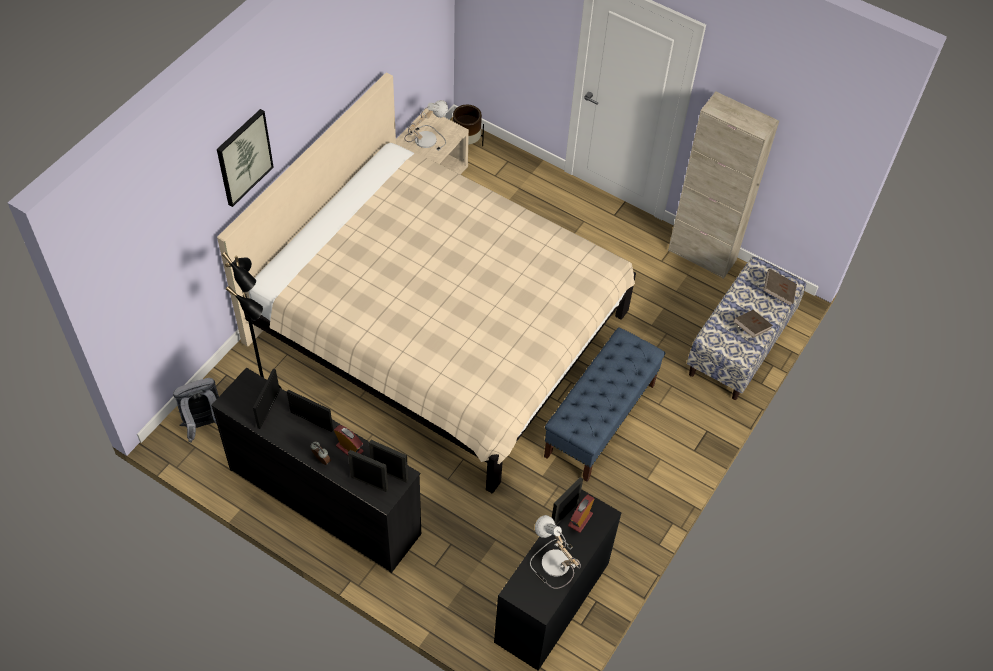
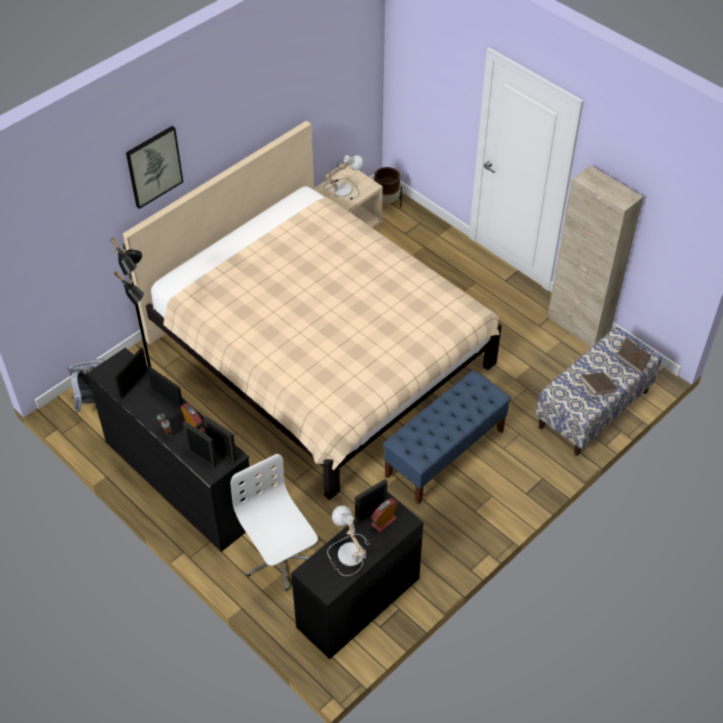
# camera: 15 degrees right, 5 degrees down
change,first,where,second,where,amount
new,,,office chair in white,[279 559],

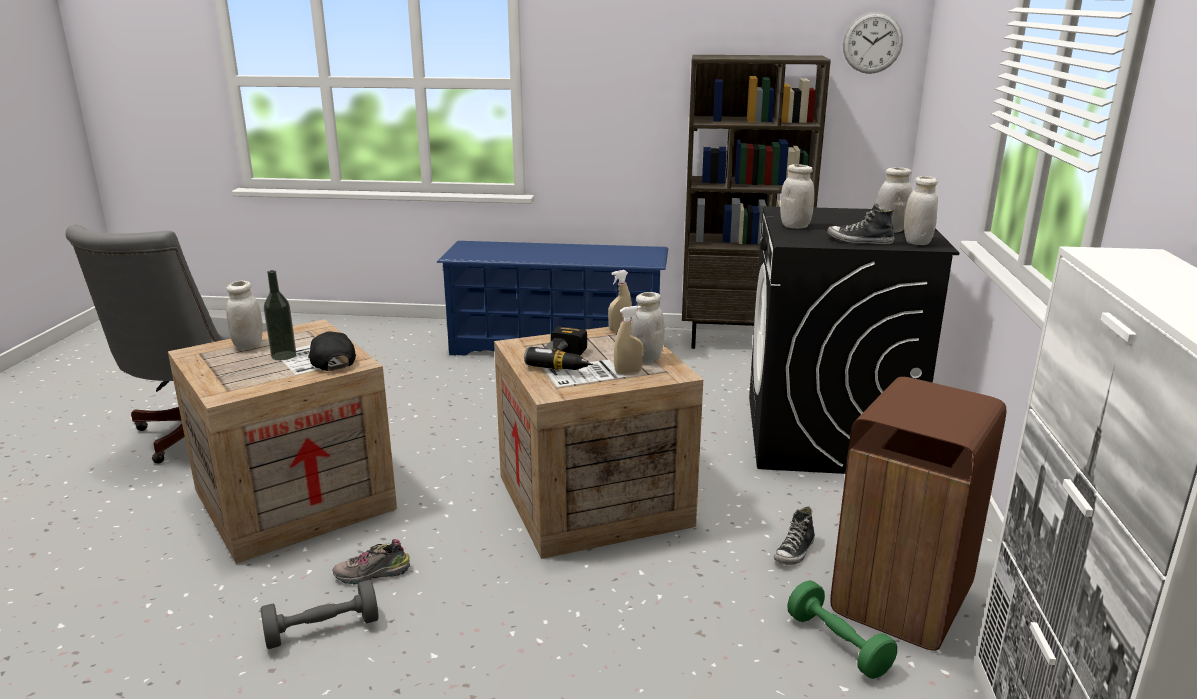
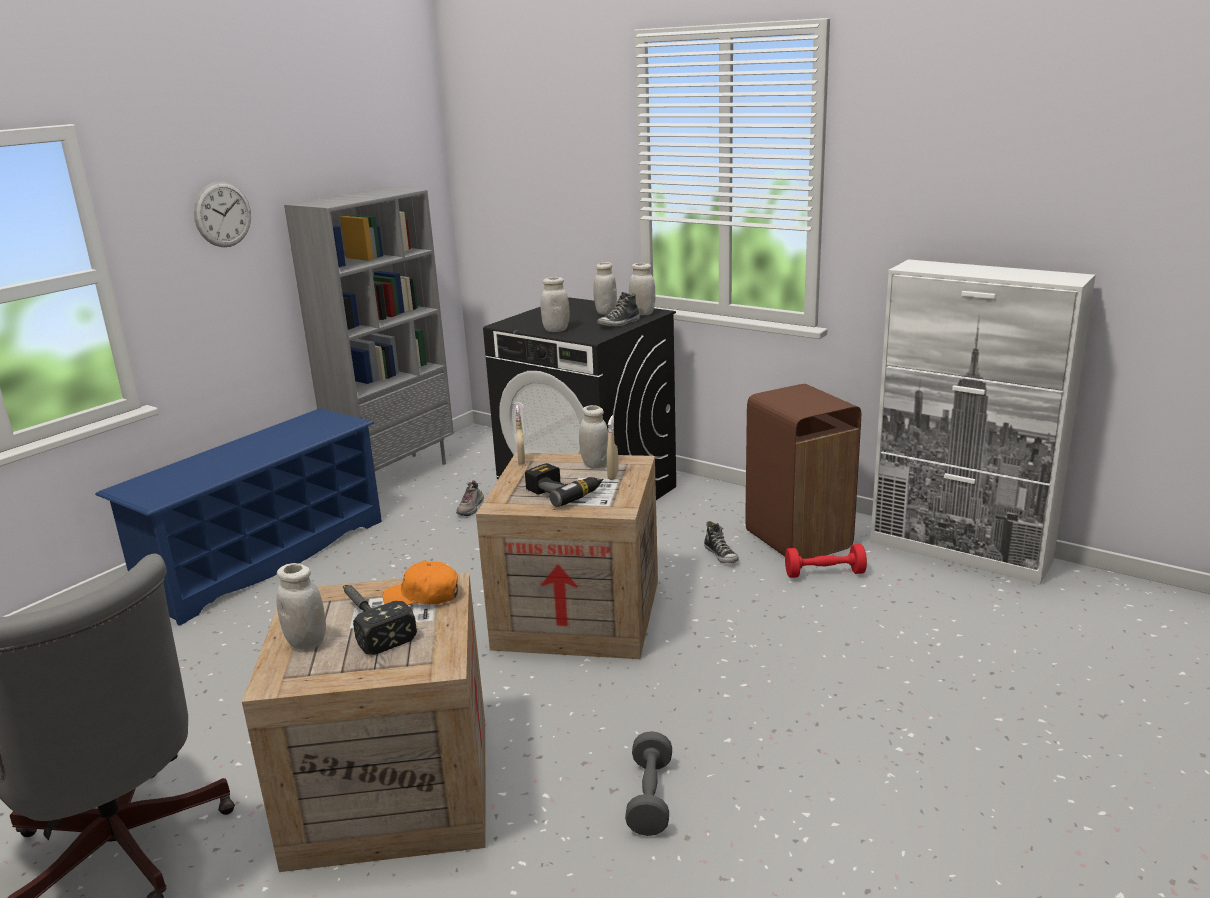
# camera: 60 degrees left, 0 degrees up
change,first,where,second,where,amount
shifted,wall clock,[872 43],,[222 214],
repainted,bookcase in brown,[741 341],bookcase in grey,[395 475],
swapped,bottle,[284 355],hammer,[369 622],
repainted,cap in black,[331 361],cap in orange,[423 596],
shifted,shoe,[372 575],,[471 508],
repainted,dumbbell in green,[838 644],dumbbell in red,[824 573],

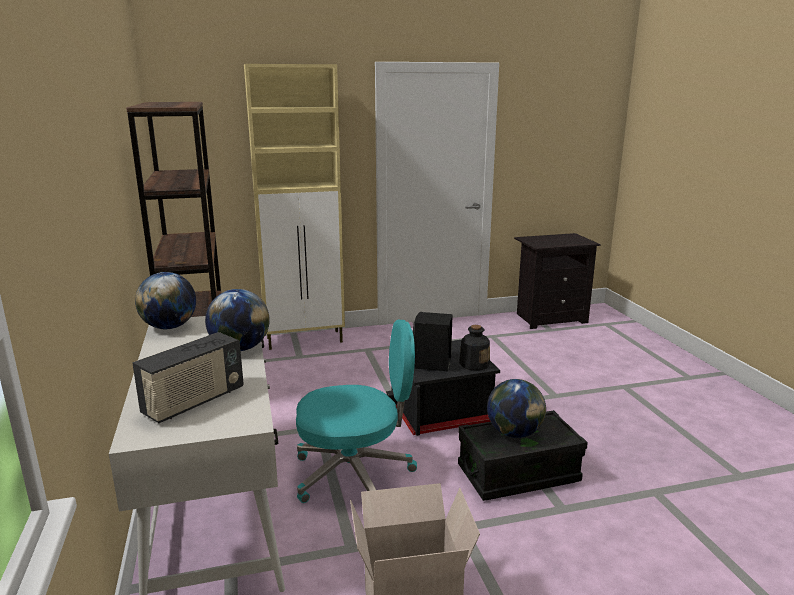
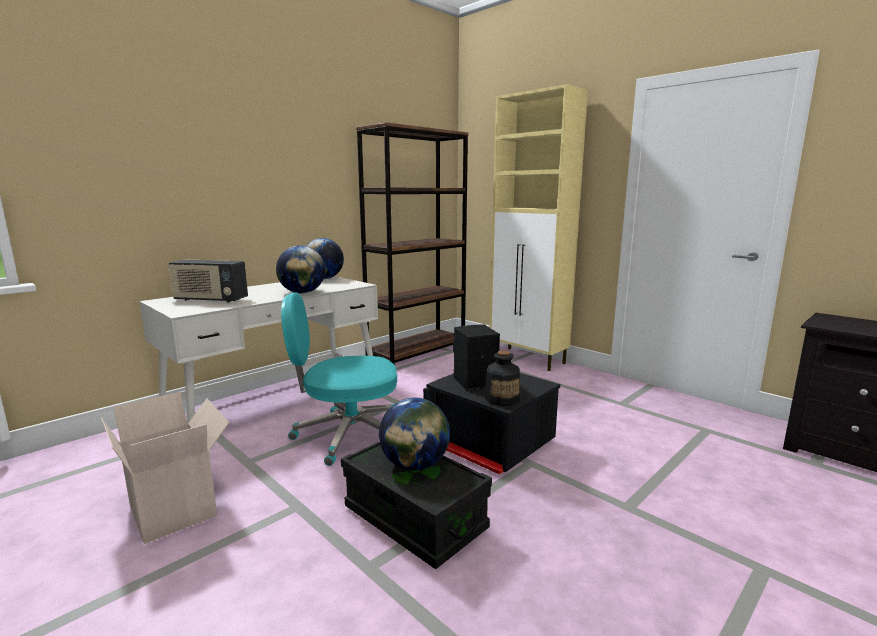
# camera: 60 degrees right, 5 degrees down
change,first,where,second,where,amount
rotated,office chair in turquoise,[355 473],,[347 435],120 degrees clockwise

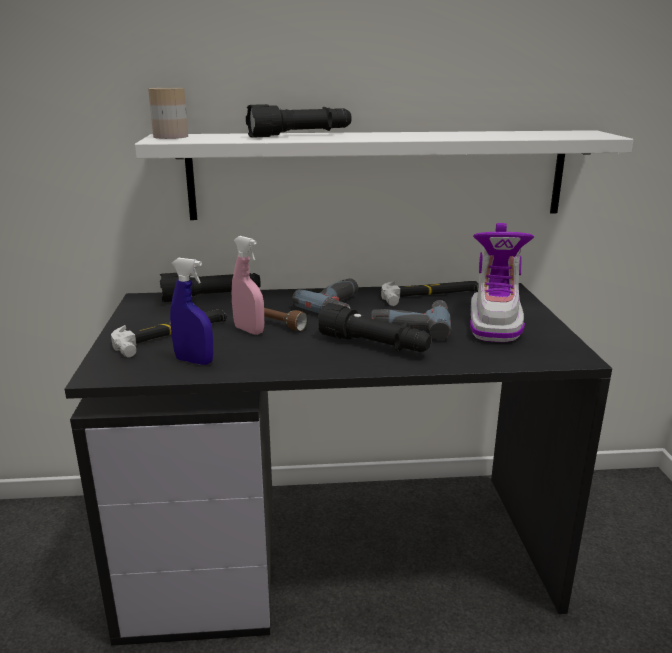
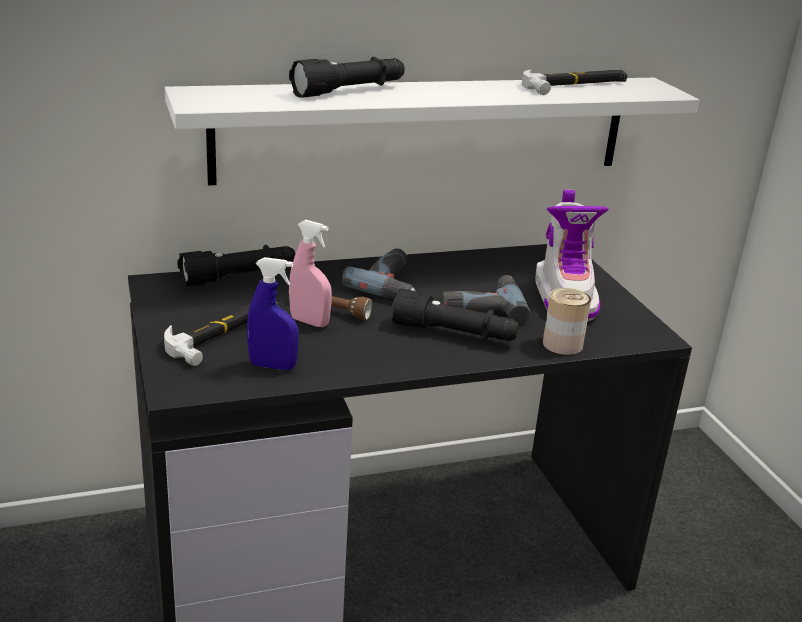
# camera: 15 degrees left, 5 degrees up
change,first,where,second,where,amount
shifted,can,[170 136],,[562 344],
shifted,hammer,[430 295],,[575 85],

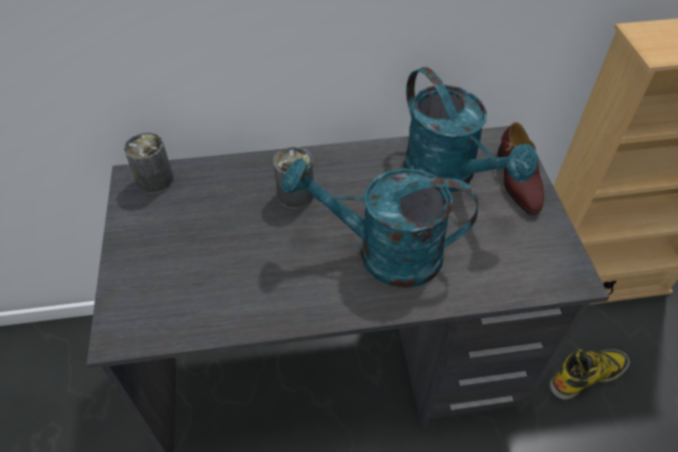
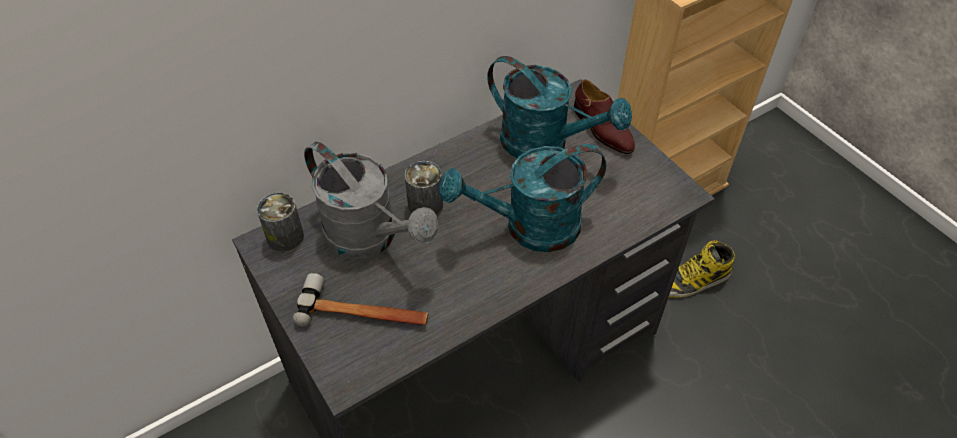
# camera: 25 degrees left, 0 degrees up
change,first,where,second,where,amount
rotated,boot,[587 375],,[692 281],150 degrees counterclockwise
new,,,watering can in grey,[371 238],
new,,,hammer,[364 312],

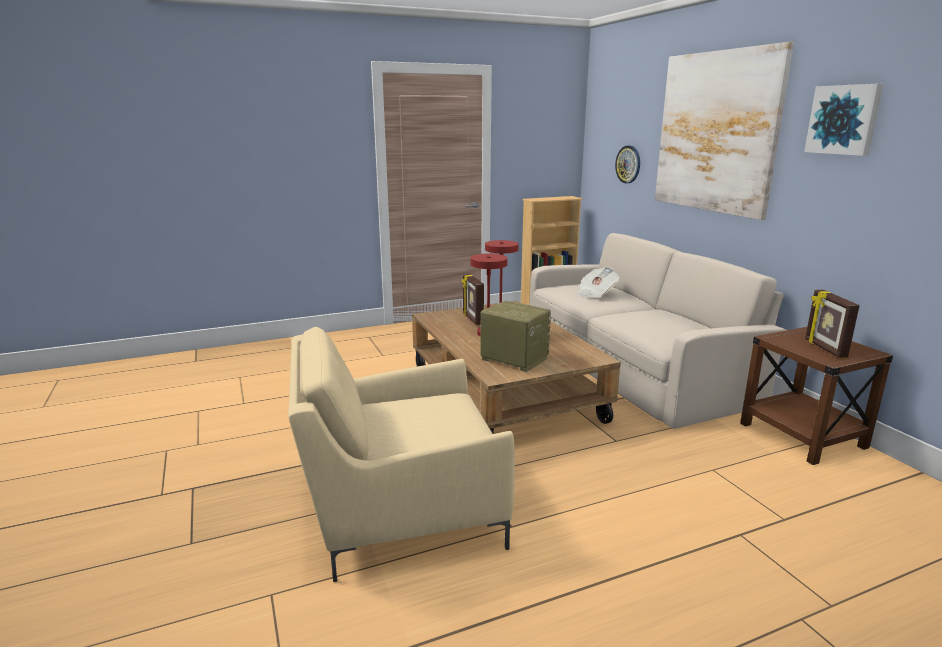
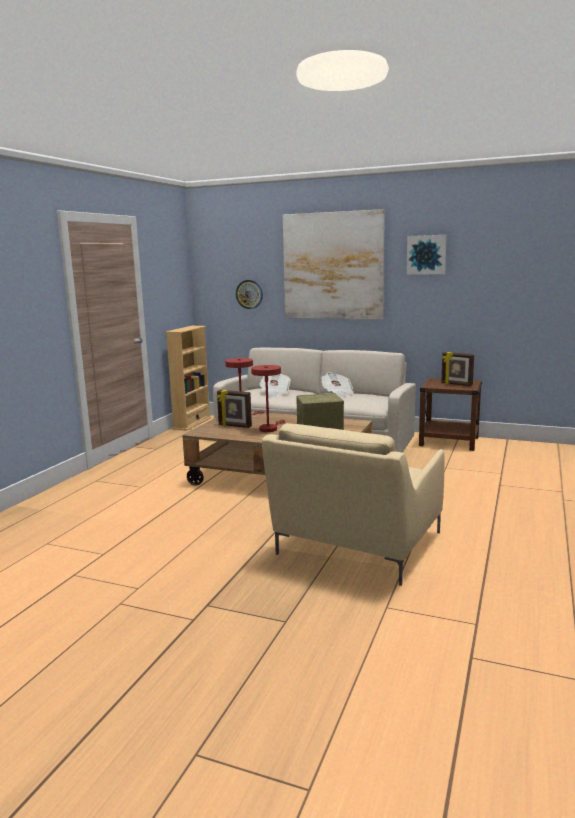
# camera: 45 degrees left, 5 degrees down
change,first,where,second,where,amount
new,,,newspaper,[337 393],

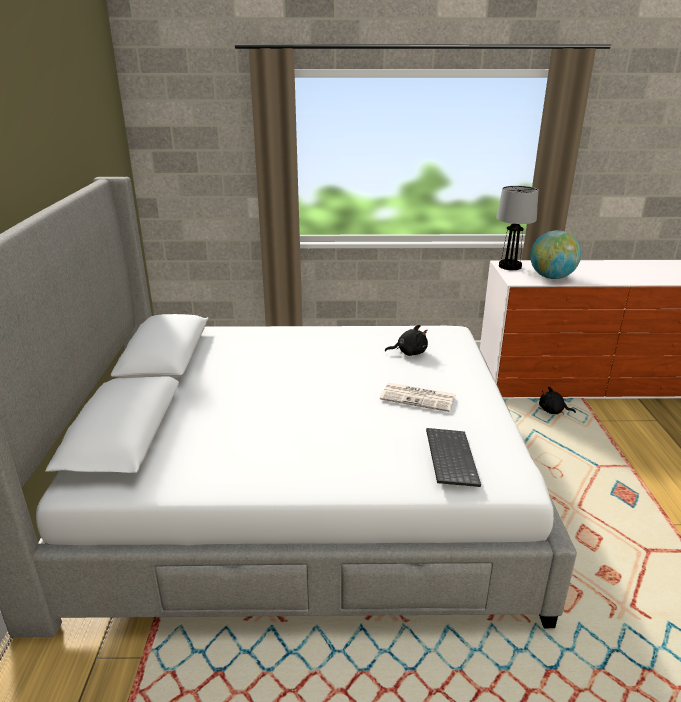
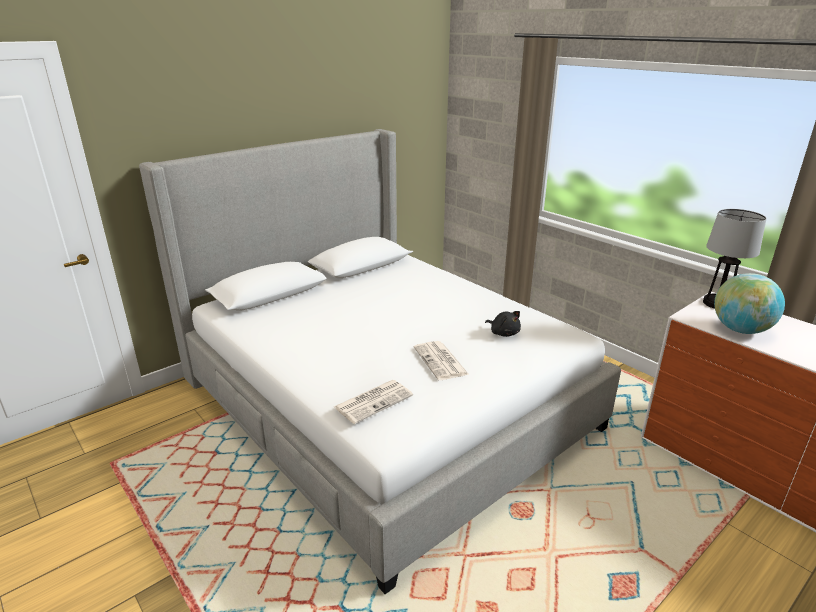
# camera: 50 degrees right, 0 degrees up
change,first,where,second,where,amount
gone,plush toy in black,[553 411],,,
swapped,keyboard,[449 457],newspaper,[374 401],

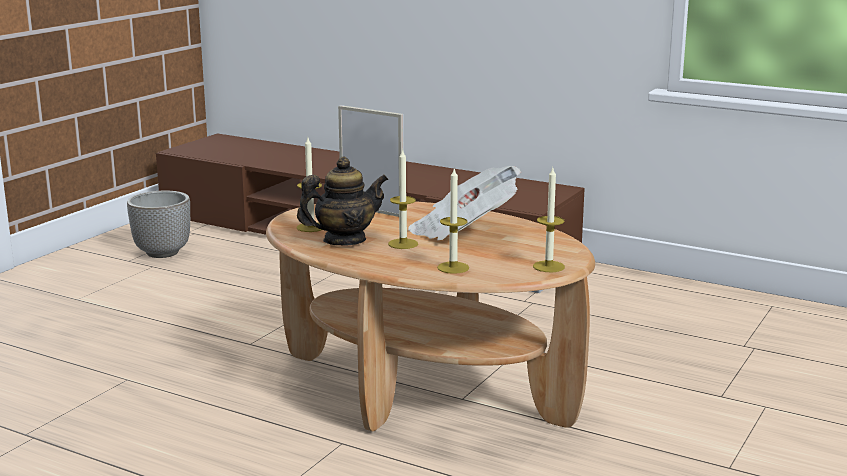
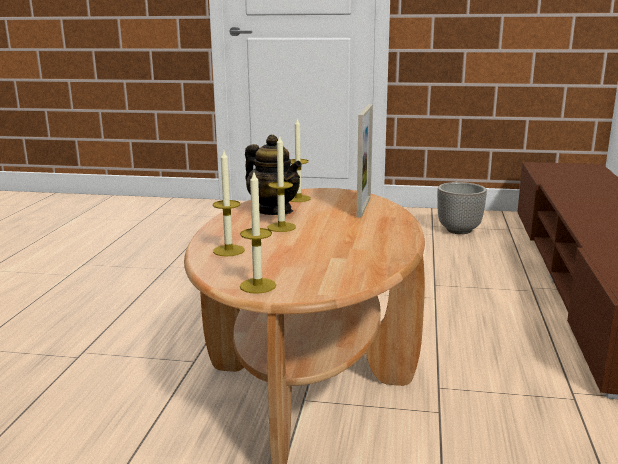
# camera: 70 degrees right, 0 degrees up
change,first,where,second,where,amount
gone,newspaper,[463 231],,,

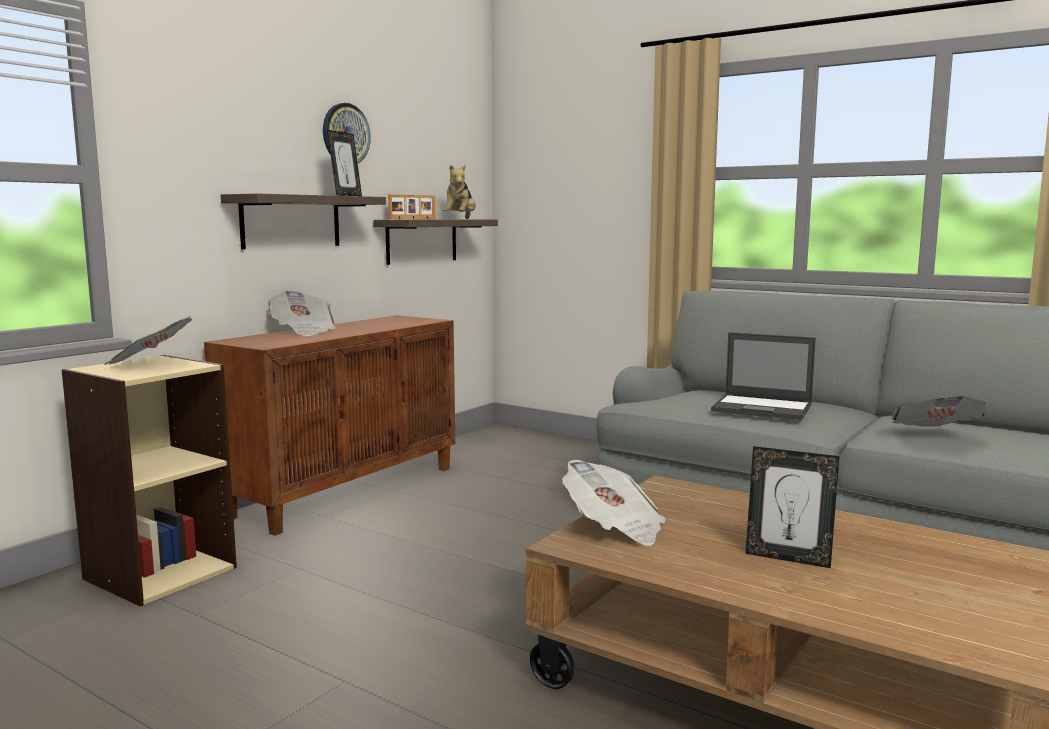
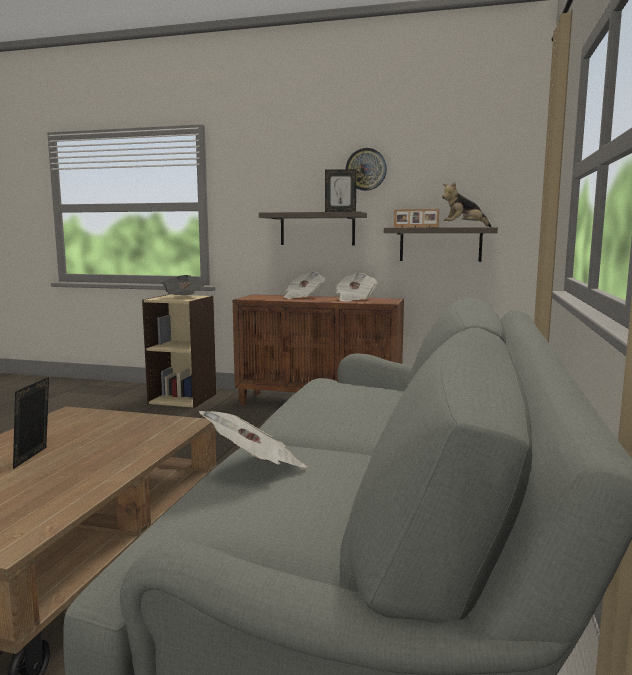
# camera: 70 degrees right, 0 degrees up
change,first,where,second,where,amount
gone,laptop,[763 408],,,
shifted,newspaper,[614 528],,[354 299],

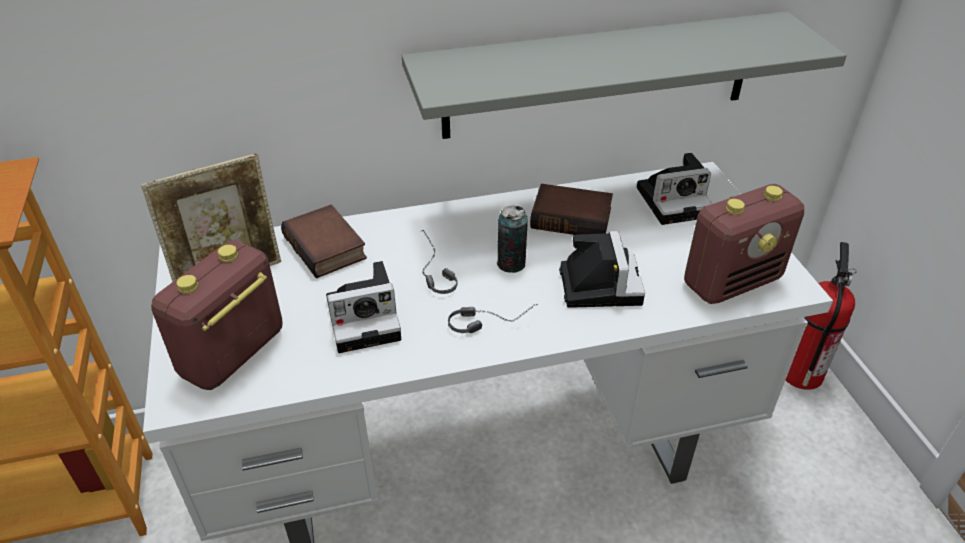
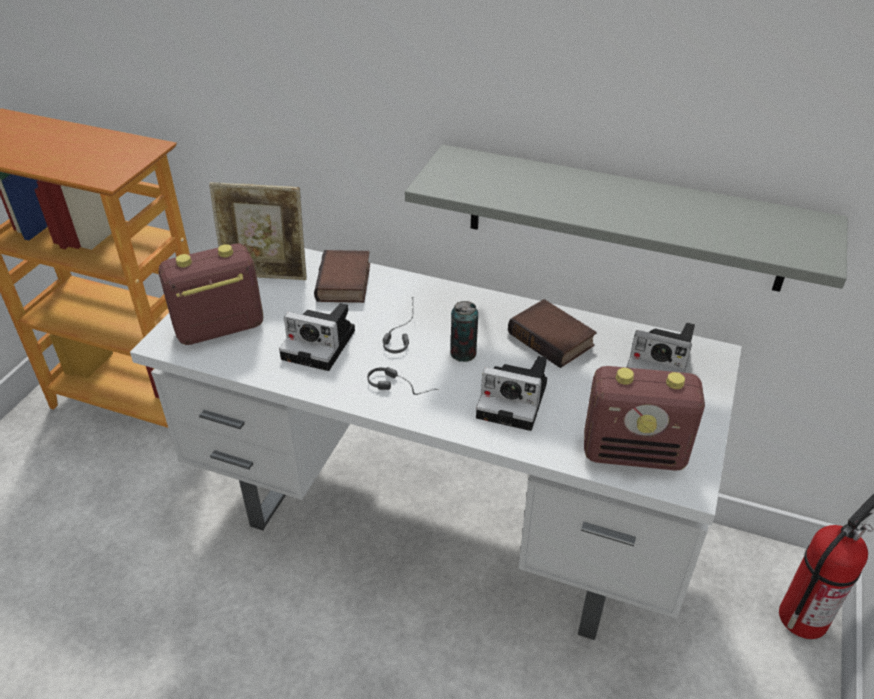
# camera: 35 degrees right, 0 degrees up
change,first,where,second,where,amount
rotated,photo camera,[598 284],,[515 400],75 degrees clockwise

